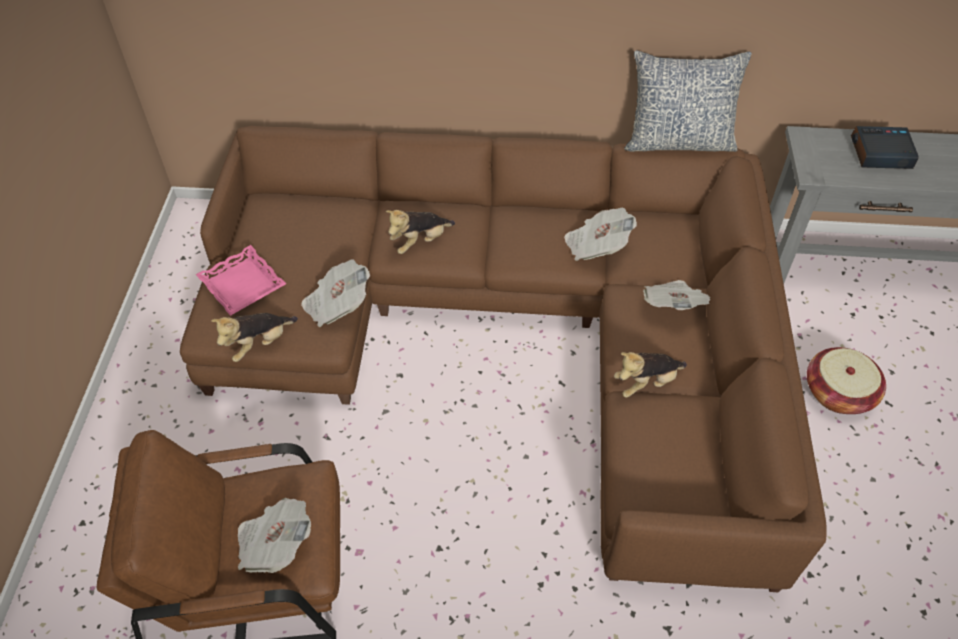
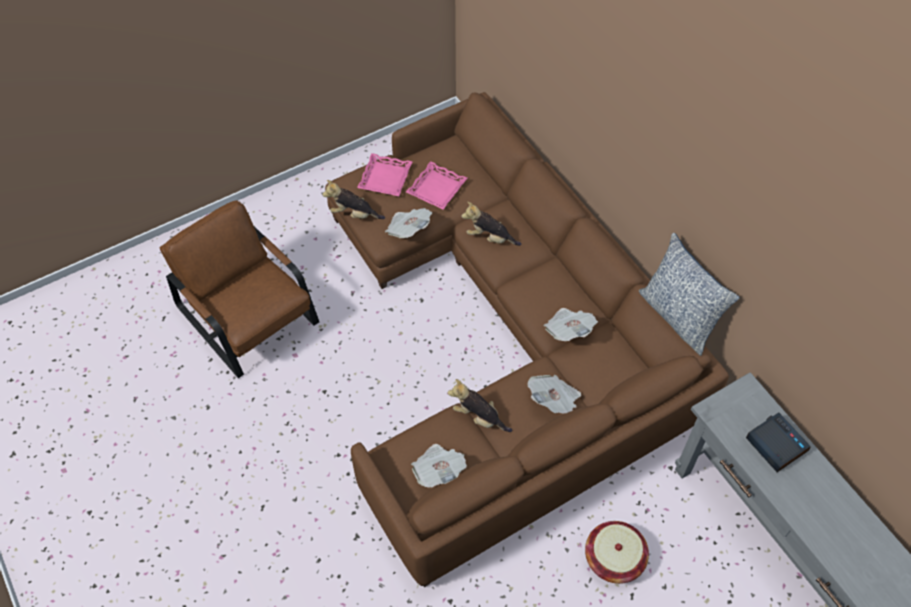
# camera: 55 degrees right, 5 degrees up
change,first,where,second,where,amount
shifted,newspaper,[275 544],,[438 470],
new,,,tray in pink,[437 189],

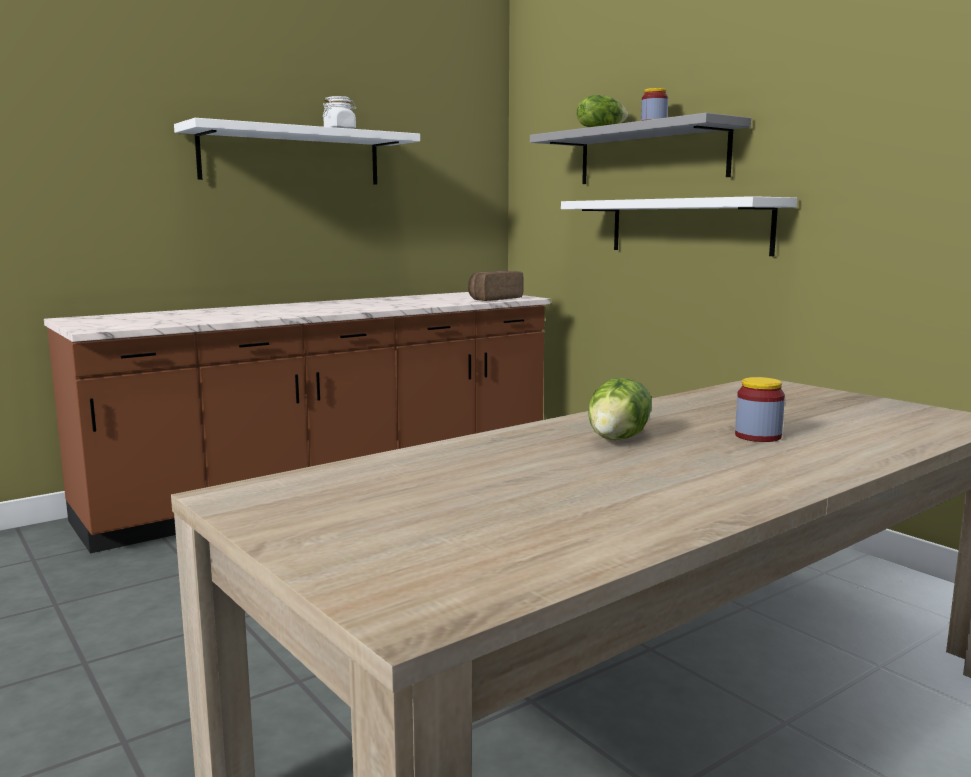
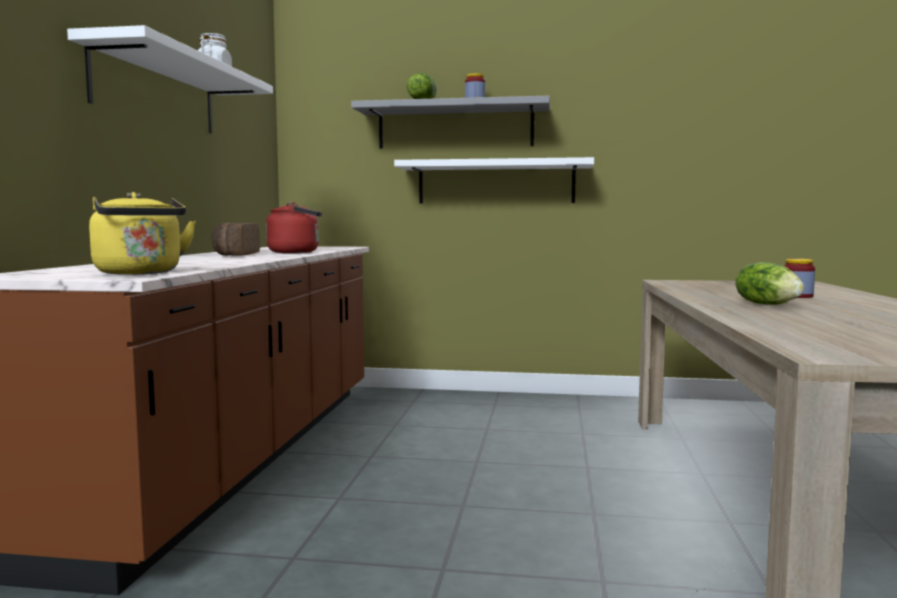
# camera: 45 degrees left, 5 degrees down
change,first,where,second,where,amount
shifted,bread,[493 299],,[234 255],
new,,,kettle in yellow,[140 273],
new,,,kettle in red,[297 252],

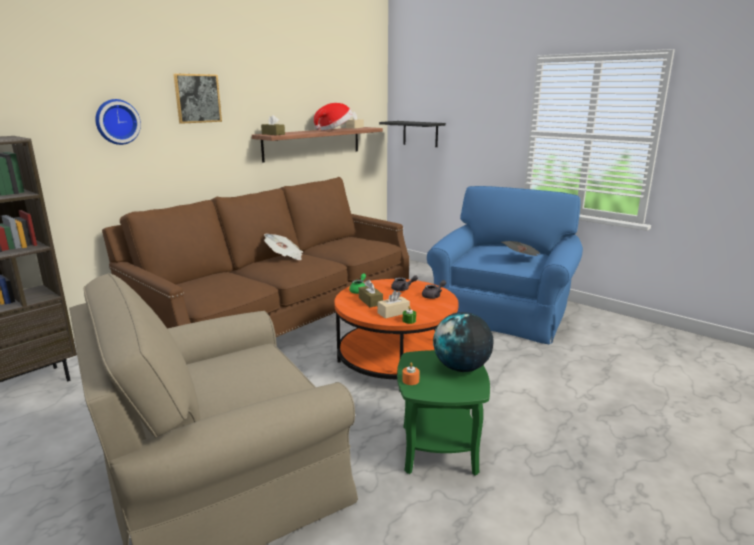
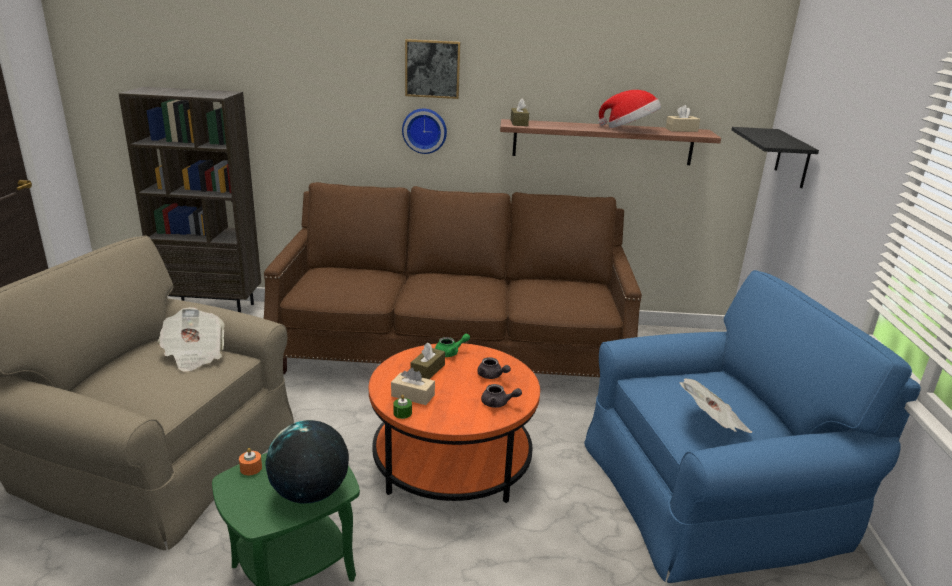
# camera: 50 degrees right, 5 degrees up
change,first,where,second,where,amount
shifted,wall clock,[116 122],,[424 130],
shifted,newspaper,[285 257],,[194 354],

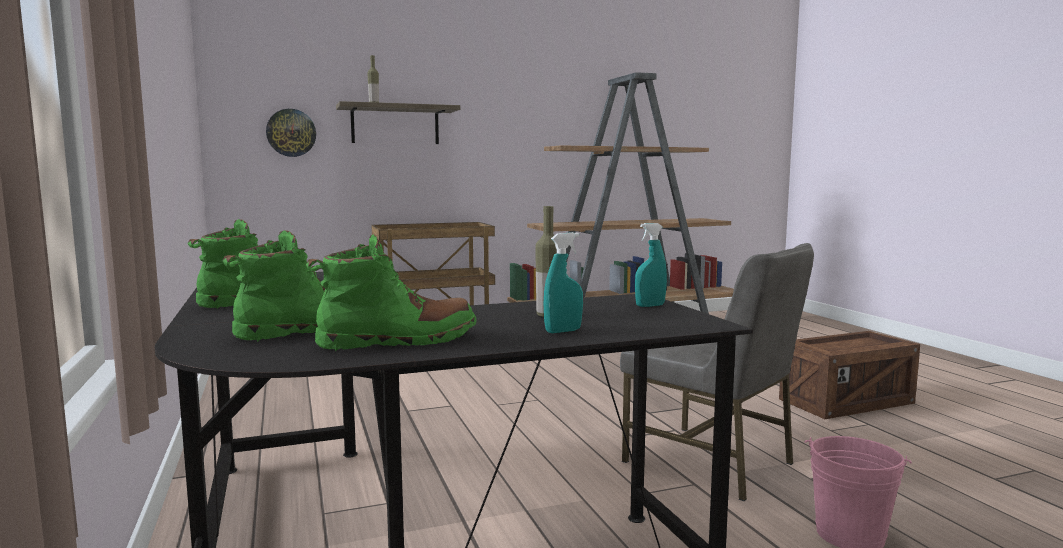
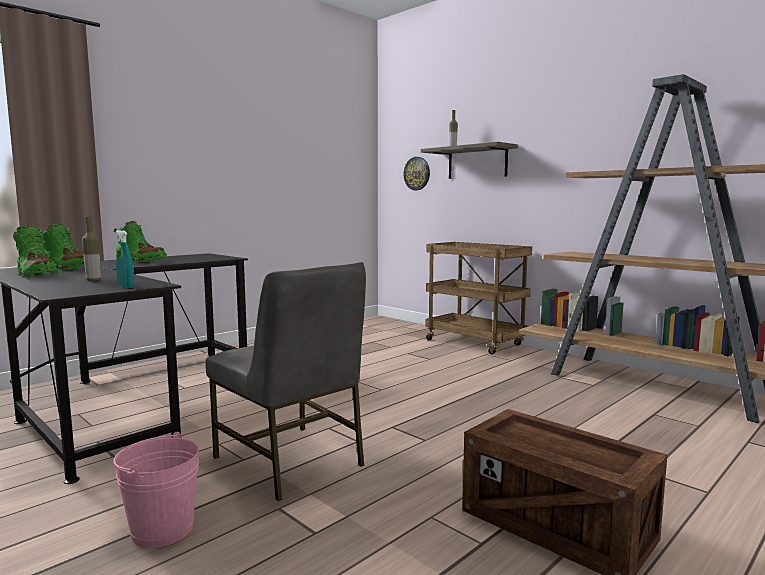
# camera: 65 degrees right, 0 degrees up
change,first,where,second,where,amount
gone,spray bottle in turquoise,[563 331],,,
rotated,chair in grey,[711 462],,[291 461],60 degrees counterclockwise

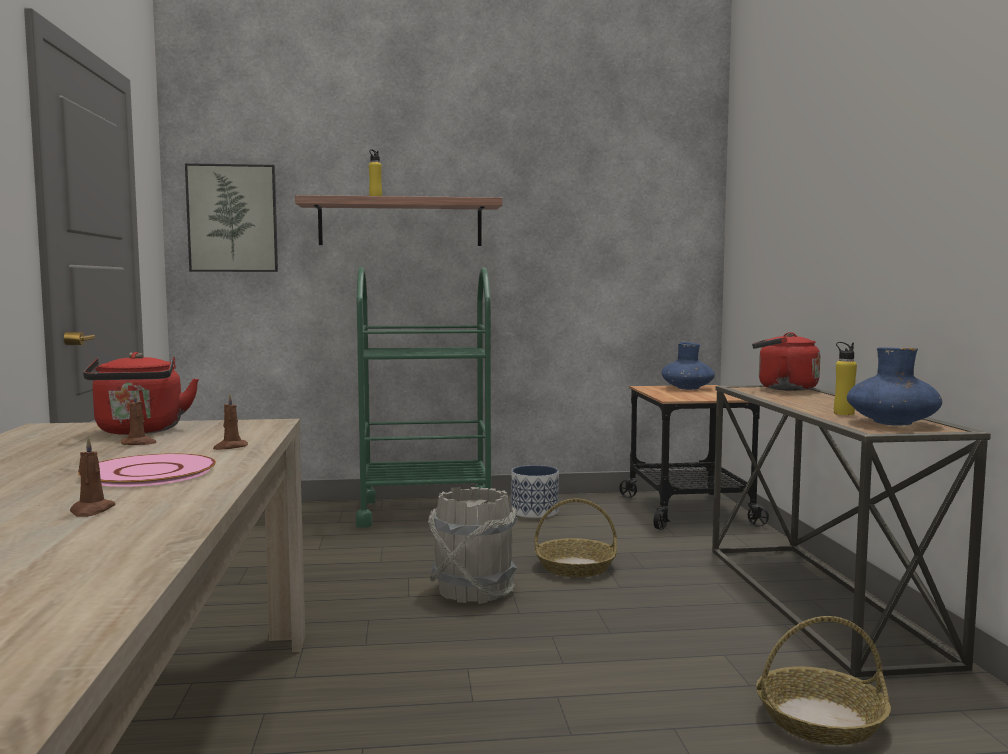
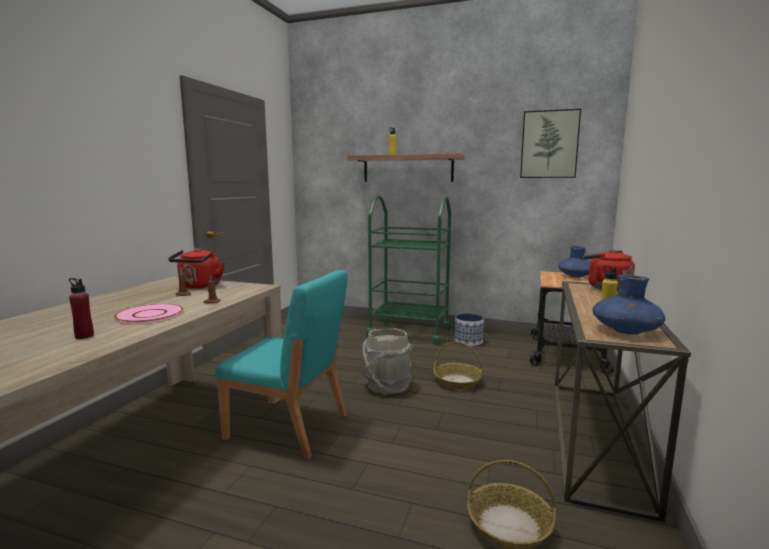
# camera: 25 degrees right, 5 degrees up
change,first,where,second,where,amount
shifted,picture,[233 218],,[549 144],
swapped,candle in brown,[91 511],bottle in red,[84 336],
new,,,chair in turquoise,[288 427],

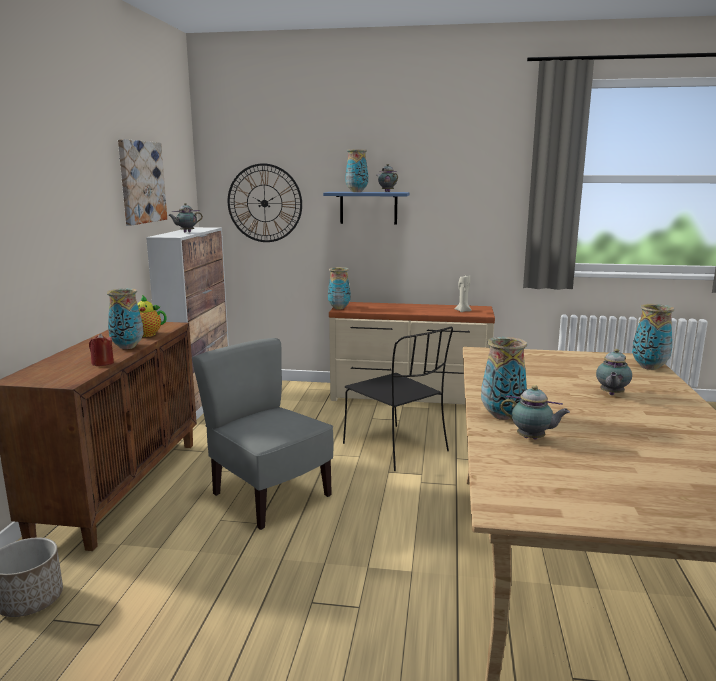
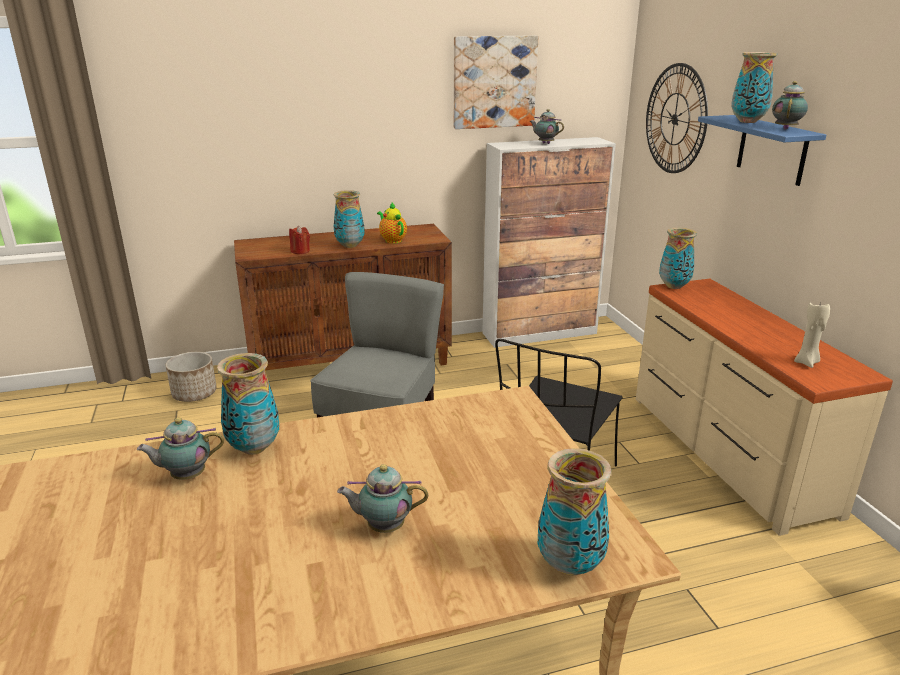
# camera: 65 degrees right, 10 degrees up
change,first,where,second,where,amount
rotated,teapot,[532 439],,[186 476],75 degrees clockwise

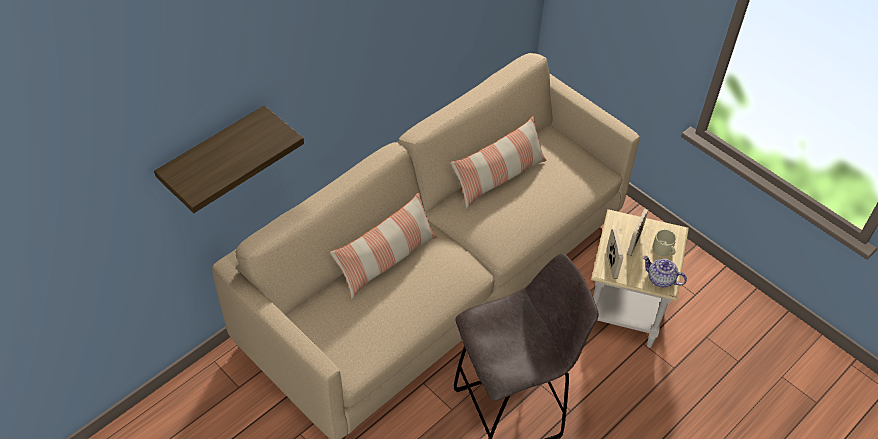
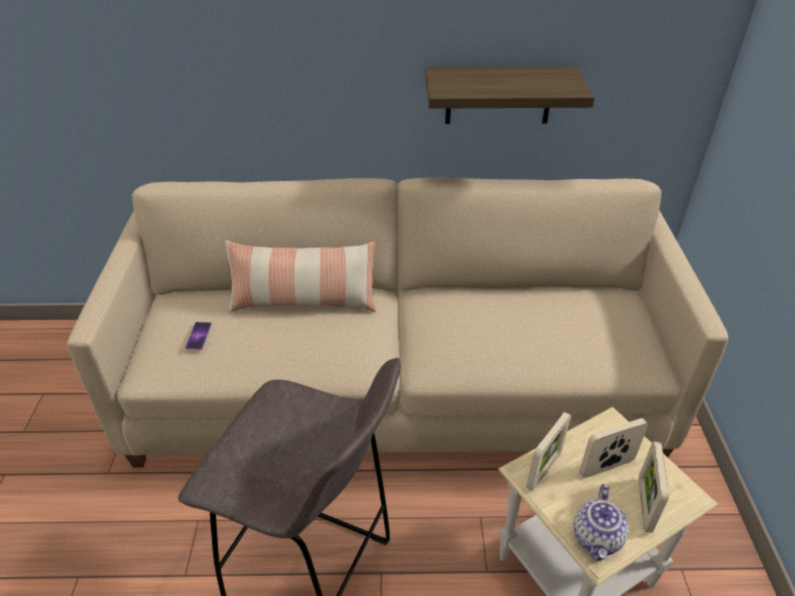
# camera: 45 degrees right, 10 degrees down
change,first,where,second,where,amount
shifted,shelf,[214 154],,[498 95],
gone,pillow,[499 177],,,
swapped,mug in beige,[664 250],picture frame,[644 505],
rotated,teapot,[660 279],,[597 538],150 degrees counterclockwise
new,,,phone,[198 336],

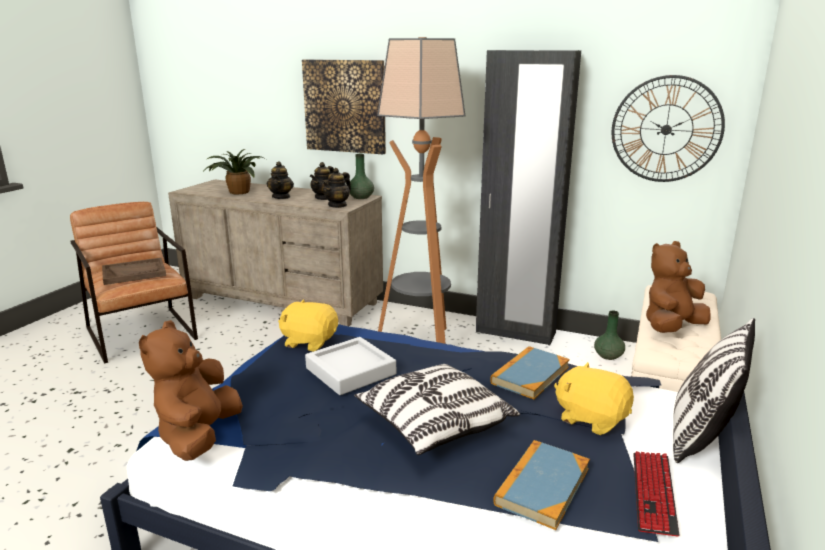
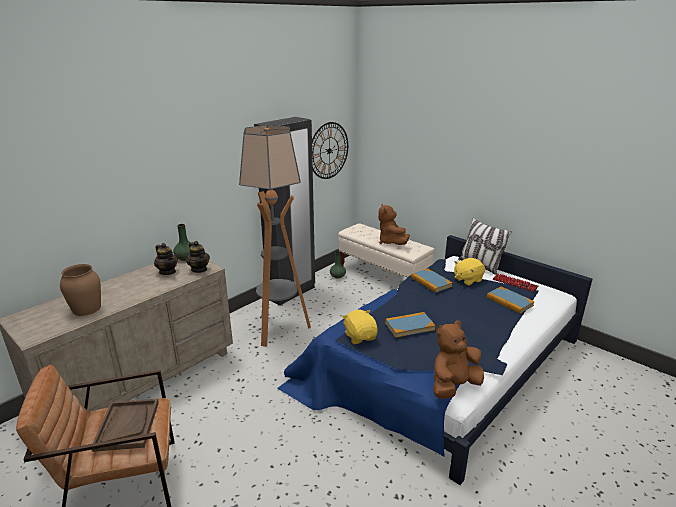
# camera: 70 degrees left, 5 degrees up
change,first,where,second,where,amount
gone,picture,[345 106],,,
swapped,potted plant,[237 192],vase in brown,[86 309],
gone,teapot,[281 197],,,
rotated,plush toy in yellow,[309 342],,[360 336],120 degrees clockwise
rotated,plush toy in brown,[199 436],,[453 386],120 degrees clockwise
swapped,tray in grey,[350 371],book,[409 326],
gone,pillow,[434 424],,,

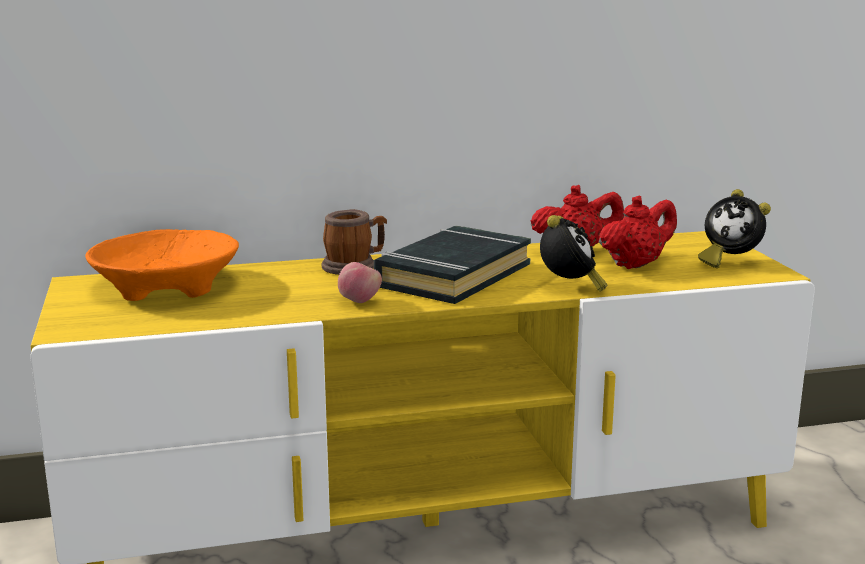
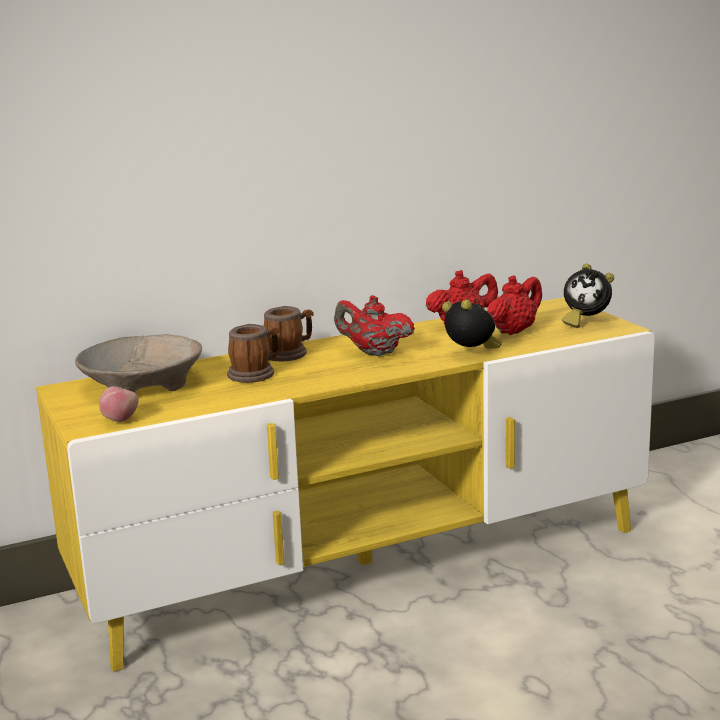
# camera: 10 degrees left, 0 degrees up
change,first,where,second,where,amount
rotated,alarm clock,[570 288],,[472 354],45 degrees counterclockwise
swapped,book in black,[453 275],teapot in red,[374 353],
repainted,bowl in orange,[165 286],bowl in beige,[141 384],
shifted,apple,[360 301],,[120 420],
new,,,mug,[255 373],

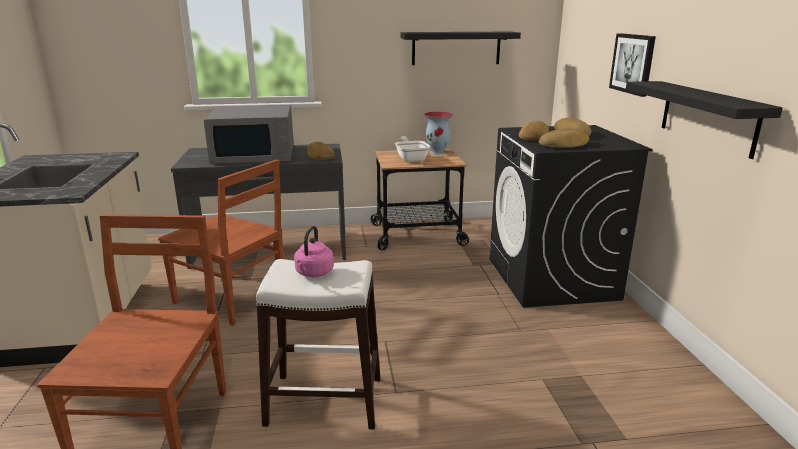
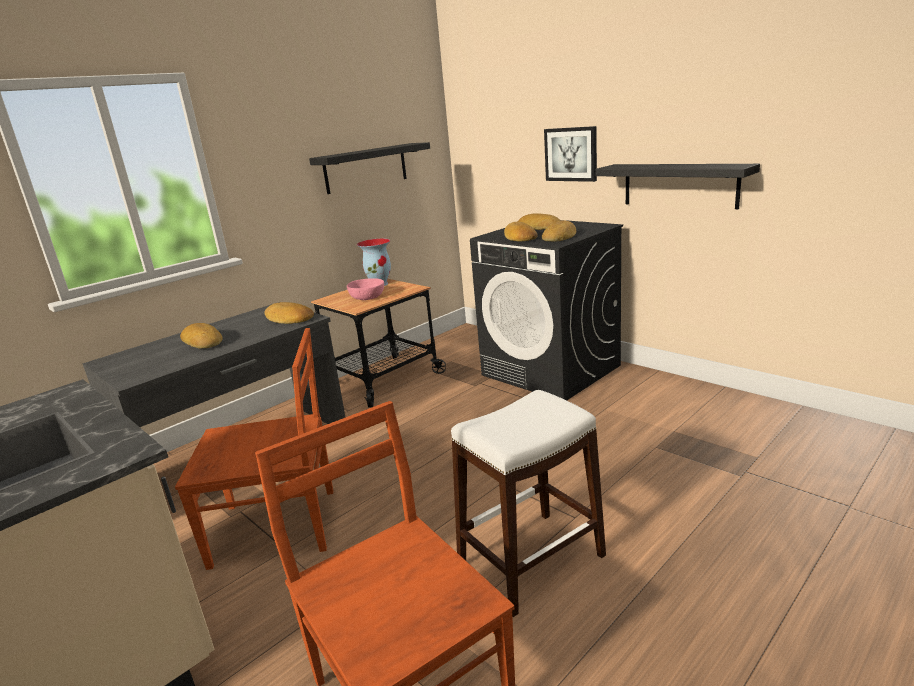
# camera: 35 degrees left, 0 degrees up
change,first,where,second,where,amount
swapped,microwave in grey,[255 155],bread,[204 341],
swapped,frying pan,[411 159],bowl in pink,[367 297],
gone,kettle in pink,[313 273],,,

